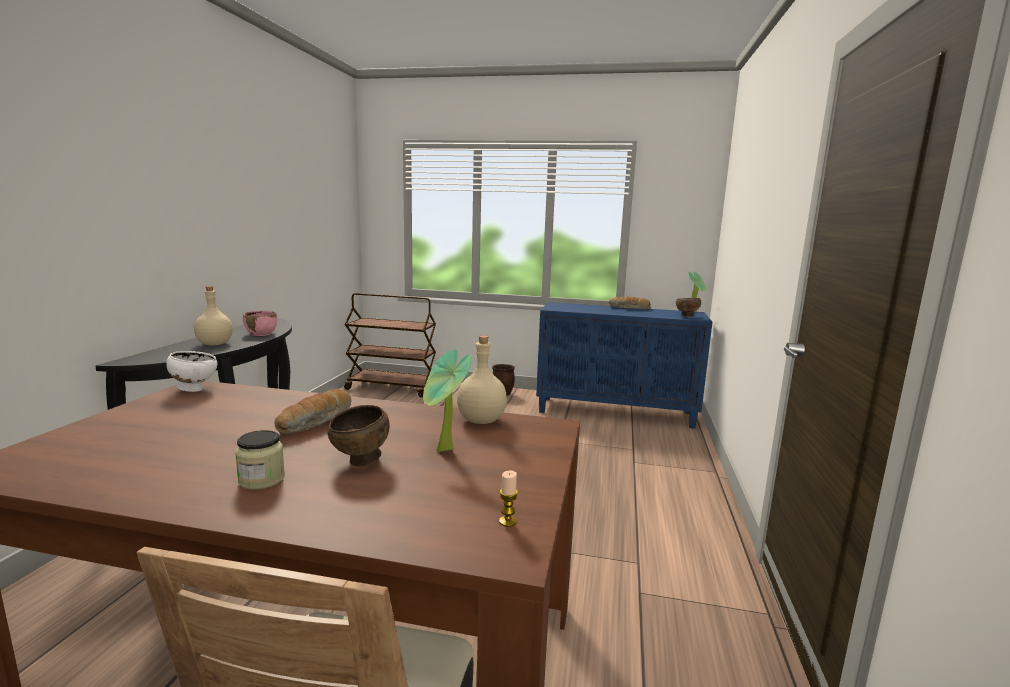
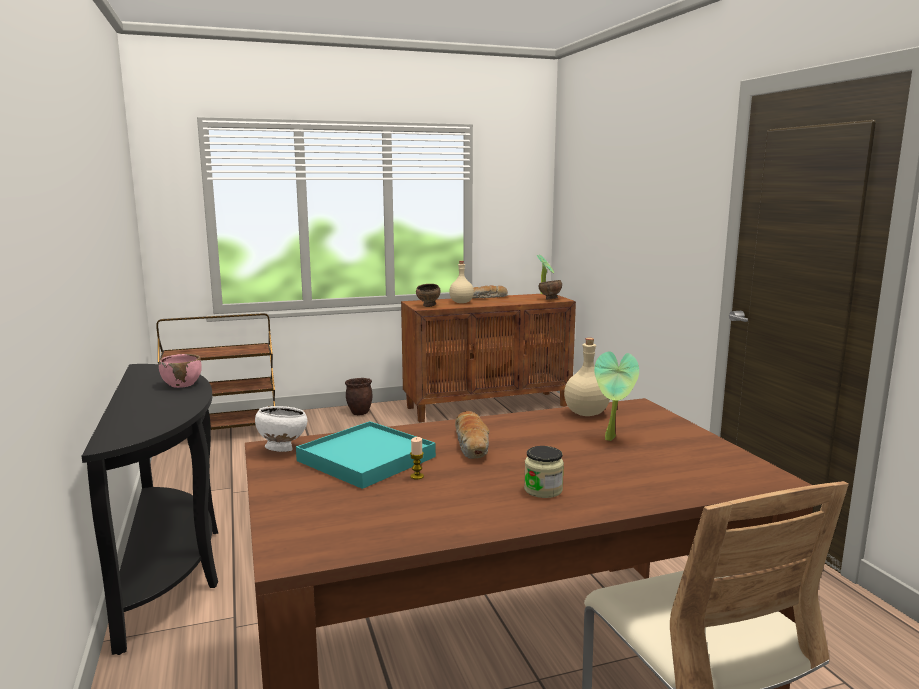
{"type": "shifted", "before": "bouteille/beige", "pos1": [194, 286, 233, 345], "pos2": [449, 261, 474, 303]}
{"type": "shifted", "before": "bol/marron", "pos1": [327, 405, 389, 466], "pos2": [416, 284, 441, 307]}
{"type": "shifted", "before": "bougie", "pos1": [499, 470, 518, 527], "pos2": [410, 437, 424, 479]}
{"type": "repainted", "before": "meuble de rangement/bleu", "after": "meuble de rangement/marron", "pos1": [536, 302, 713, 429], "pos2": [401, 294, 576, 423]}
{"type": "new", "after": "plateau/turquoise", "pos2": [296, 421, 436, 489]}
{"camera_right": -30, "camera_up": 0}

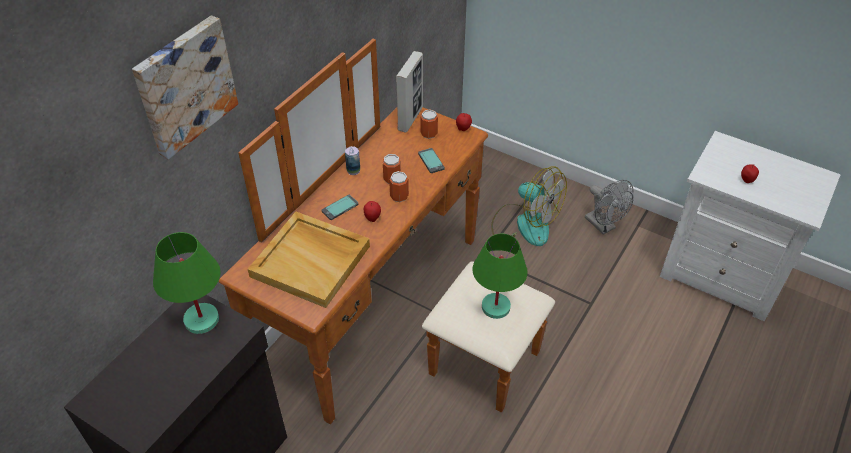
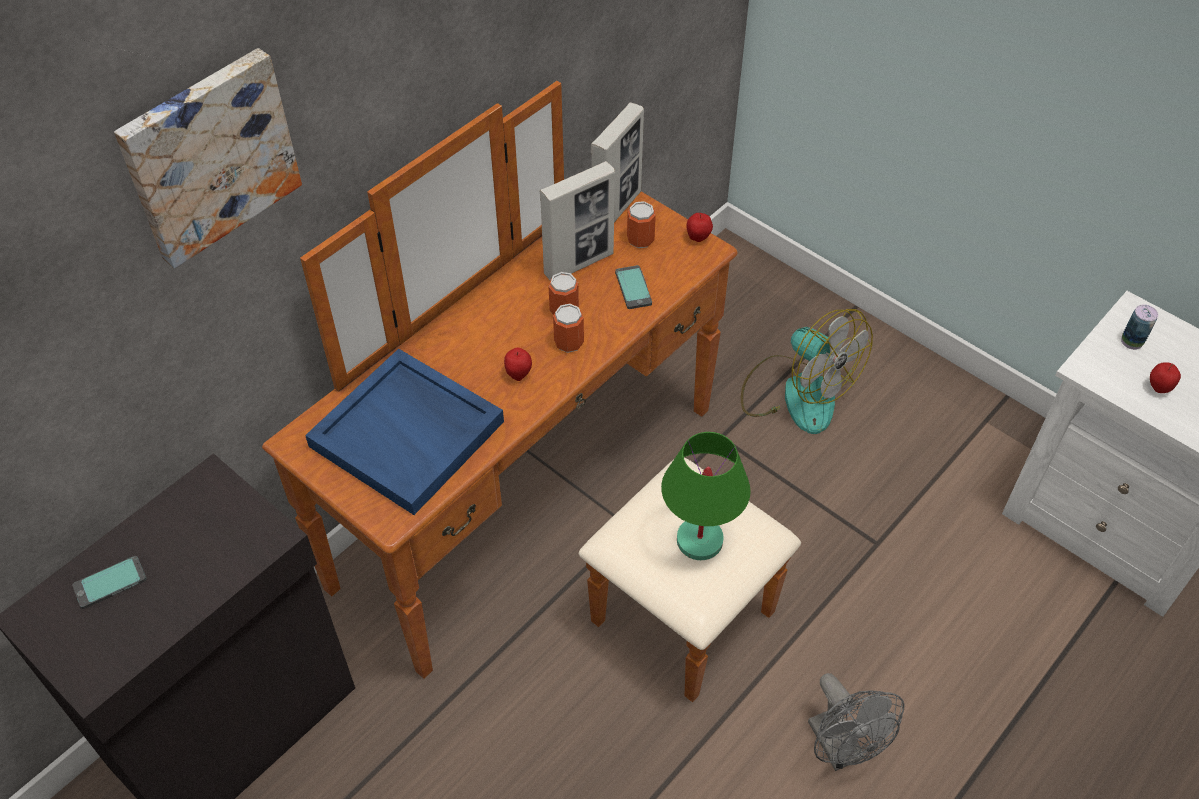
{"type": "gone", "before": "lampe de table/vert", "pos1": [153, 232, 221, 334]}
{"type": "repainted", "before": "plateau/beige", "after": "plateau/bleu", "pos1": [248, 212, 370, 308], "pos2": [305, 349, 504, 515]}
{"type": "shifted", "before": "téléphone", "pos1": [322, 195, 358, 220], "pos2": [72, 556, 147, 609]}
{"type": "shifted", "before": "boîte métallique", "pos1": [345, 146, 360, 175], "pos2": [1121, 304, 1158, 350]}
{"type": "shifted", "before": "ventilateur/gris", "pos1": [585, 180, 633, 235], "pos2": [808, 673, 904, 771]}
{"type": "new", "after": "cadre photo", "pos2": [540, 161, 615, 281]}
{"camera_right": 10, "camera_up": 5}

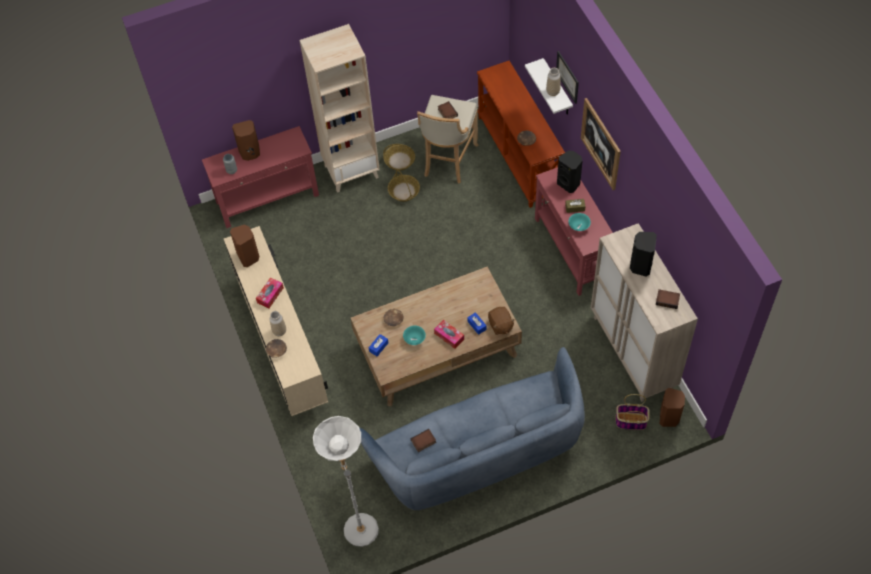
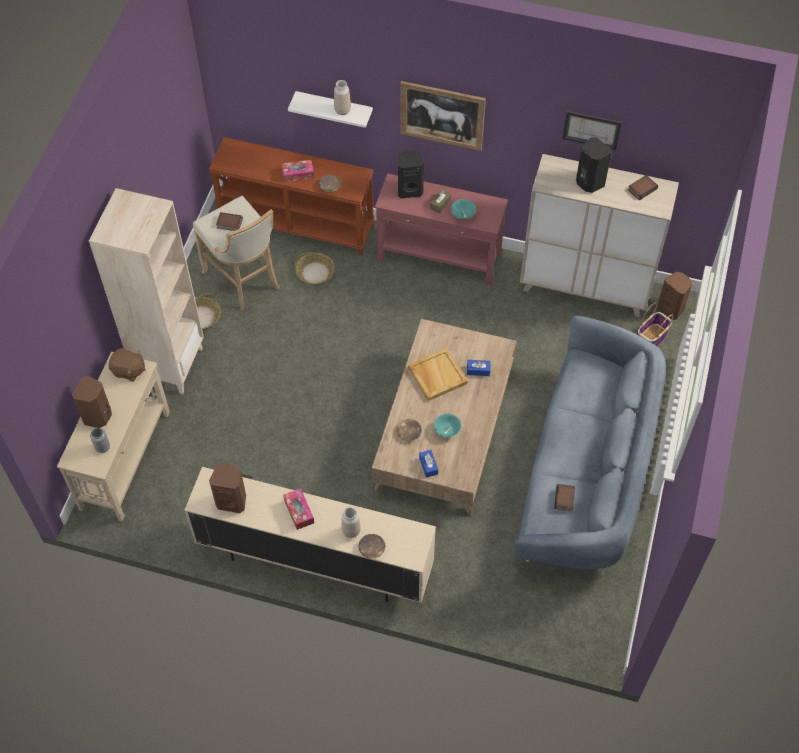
{"type": "repainted", "before": "table console/rouge", "after": "table console/beige", "pos1": [202, 126, 319, 228], "pos2": [57, 352, 170, 522]}
{"type": "gone", "before": "lampadaire/blanc", "pos1": [313, 416, 379, 547]}
{"type": "shifted", "before": "panier", "pos1": [388, 170, 420, 202], "pos2": [295, 252, 335, 285]}
{"type": "shifted", "before": "boîte à mouchoirs", "pos1": [434, 320, 464, 349], "pos2": [281, 160, 314, 183]}
{"type": "shifted", "before": "peluche/marron", "pos1": [488, 307, 515, 335], "pos2": [108, 348, 146, 382]}
{"type": "shifted", "before": "tableau", "pos1": [556, 51, 579, 104], "pos2": [562, 111, 622, 150]}
{"type": "new", "after": "plateau/beige", "pos2": [408, 348, 467, 401]}
{"camera_right": -55, "camera_up": 0}

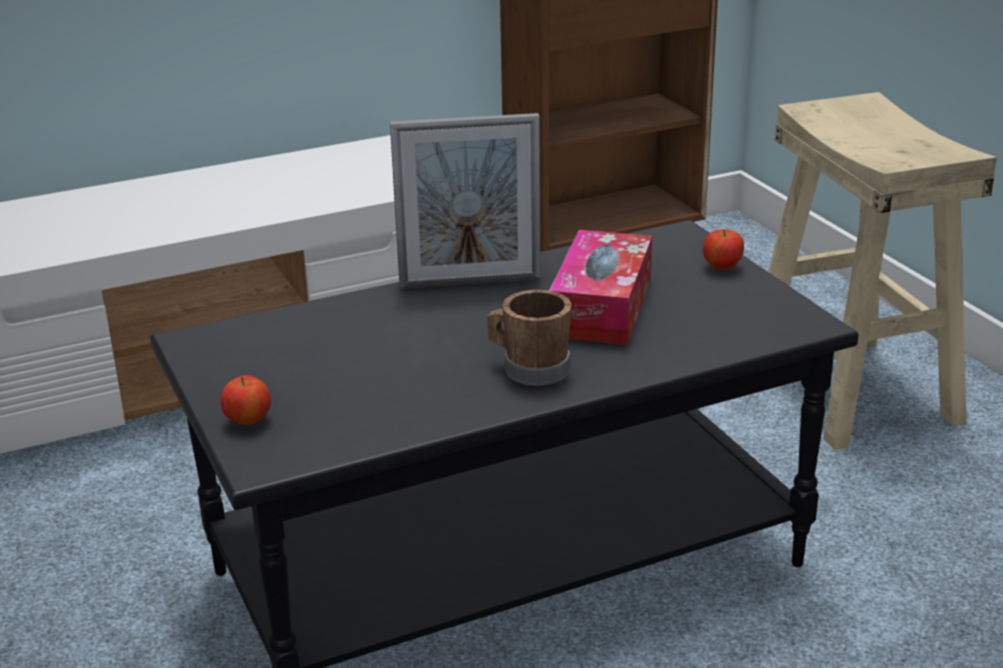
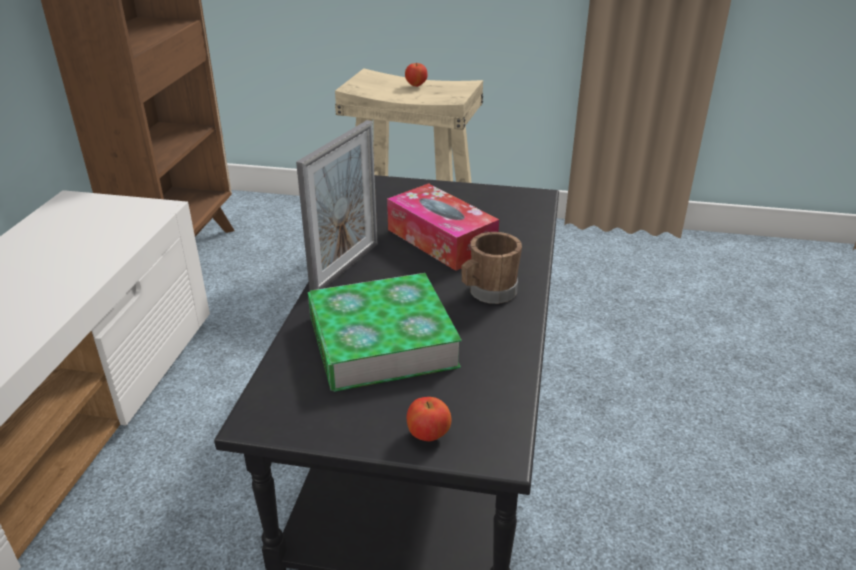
{"type": "shifted", "before": "pomme", "pos1": [703, 229, 744, 270], "pos2": [405, 63, 427, 87]}
{"type": "new", "after": "livre", "pos2": [308, 273, 462, 392]}
{"camera_right": -55, "camera_up": 5}

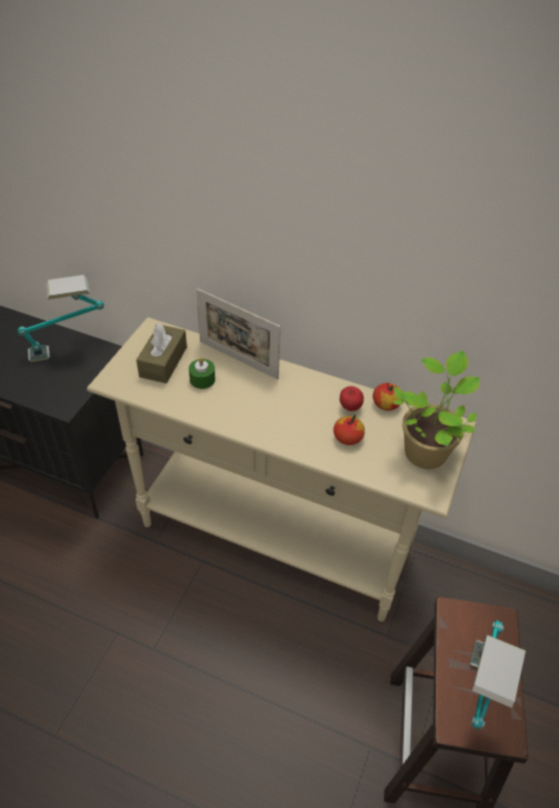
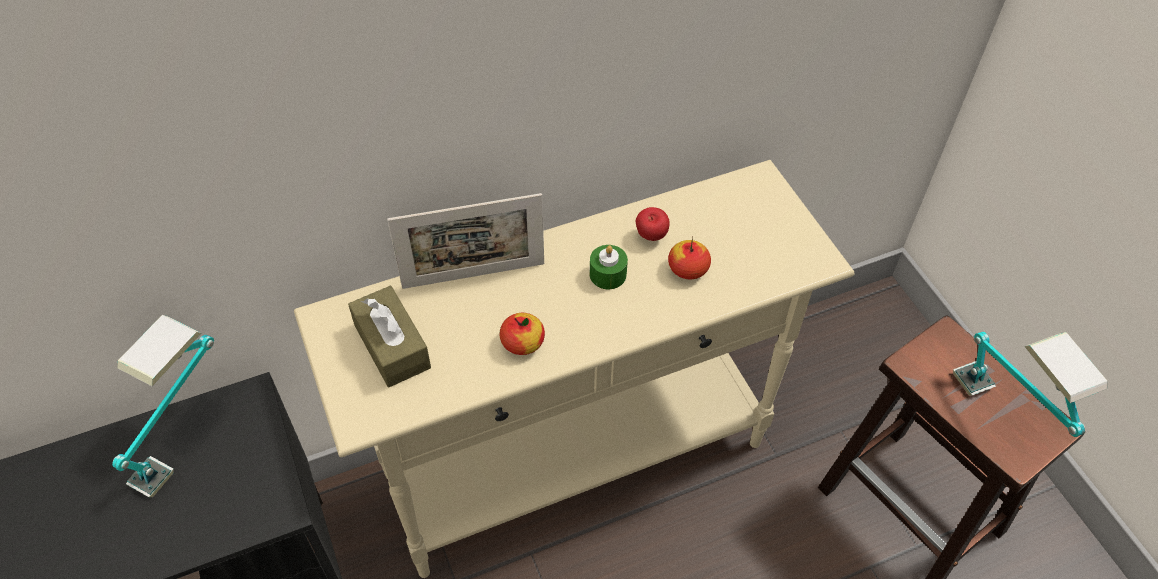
{"type": "shifted", "before": "bougie/vert", "pos1": [189, 357, 215, 389], "pos2": [590, 245, 628, 289]}
{"type": "shifted", "before": "pomme", "pos1": [373, 382, 400, 410], "pos2": [499, 313, 545, 355]}
{"type": "gone", "before": "plante en pot", "pos1": [394, 350, 480, 469]}
{"camera_right": -45, "camera_up": 5}

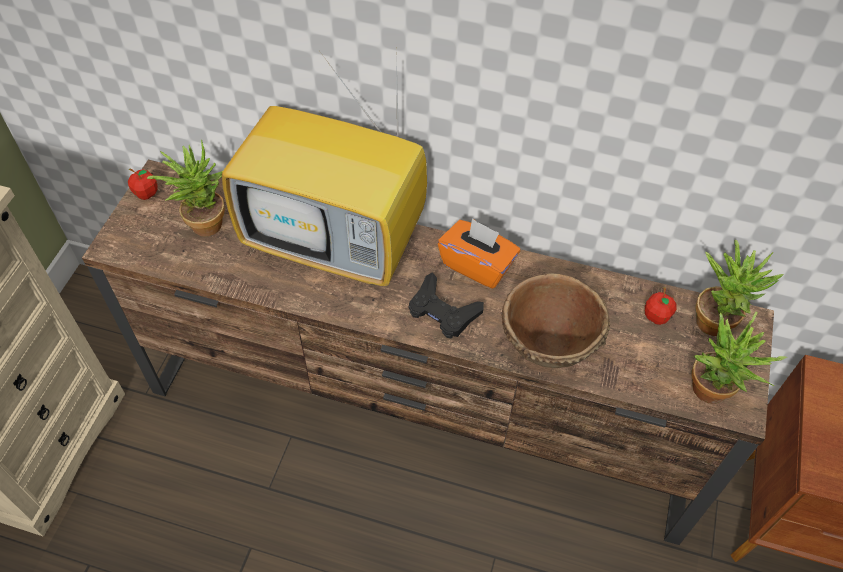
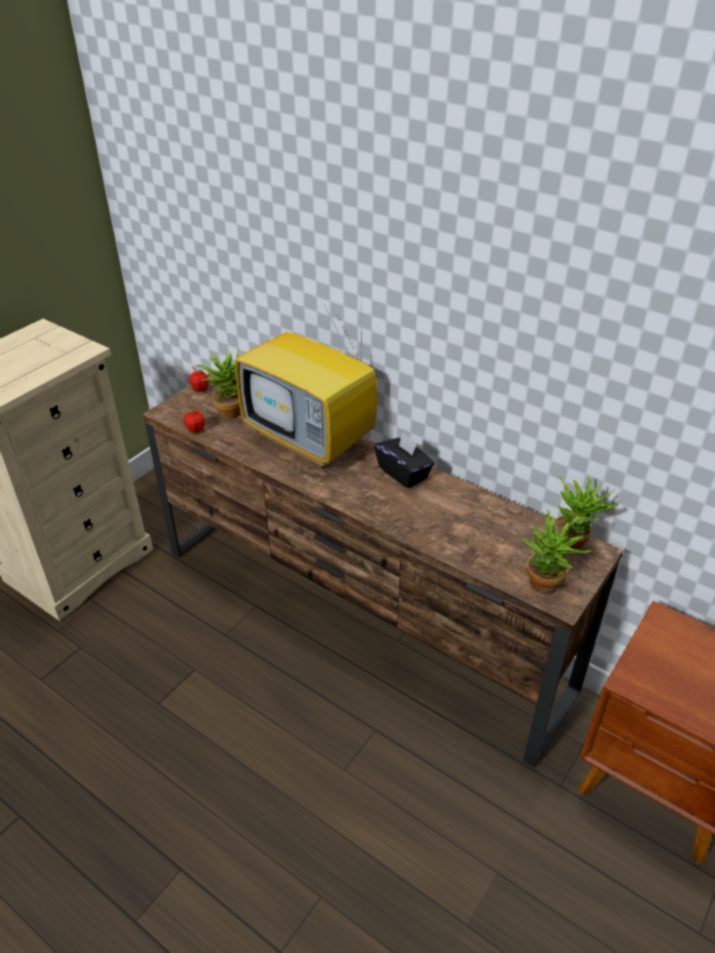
{"type": "gone", "before": "manette/noir", "pos1": [409, 272, 484, 339]}
{"type": "repainted", "before": "boîte à mouchoirs/orange", "after": "boîte à mouchoirs/noir", "pos1": [438, 218, 520, 289], "pos2": [375, 432, 434, 488]}
{"type": "gone", "before": "bol/marron", "pos1": [501, 273, 610, 368]}
{"type": "shifted", "before": "pomme", "pos1": [645, 287, 677, 325], "pos2": [184, 405, 205, 433]}
{"camera_right": 20, "camera_up": -15}

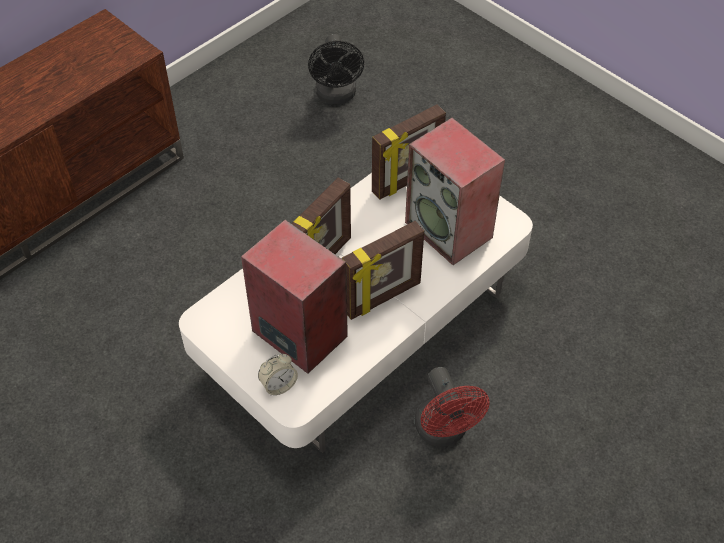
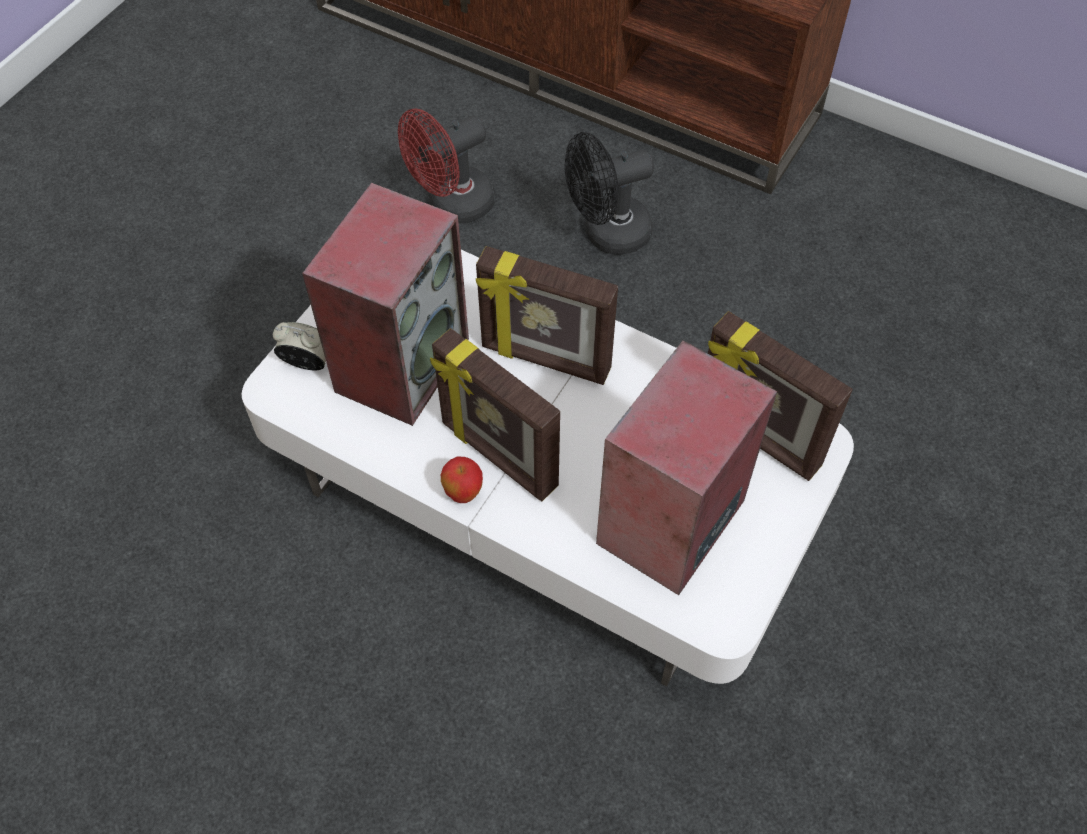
{"type": "rotated", "before": "réveil", "pos1": [258, 353, 298, 396], "pos2": [273, 322, 326, 371], "turn": 150}
{"type": "shifted", "before": "ventilateur/noir", "pos1": [308, 34, 364, 104], "pos2": [565, 132, 654, 255]}
{"type": "shifted", "before": "ventilateur/rouge", "pos1": [415, 367, 489, 447], "pos2": [398, 109, 495, 224]}
{"type": "new", "after": "pomme", "pos2": [441, 457, 483, 503]}
{"camera_right": 75, "camera_up": 5}

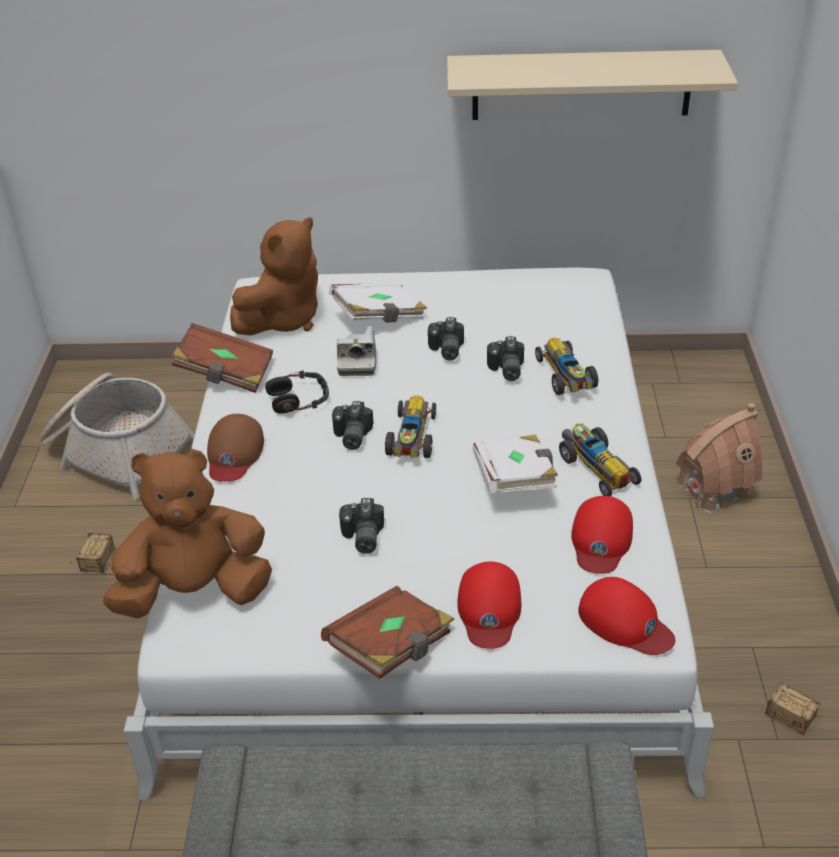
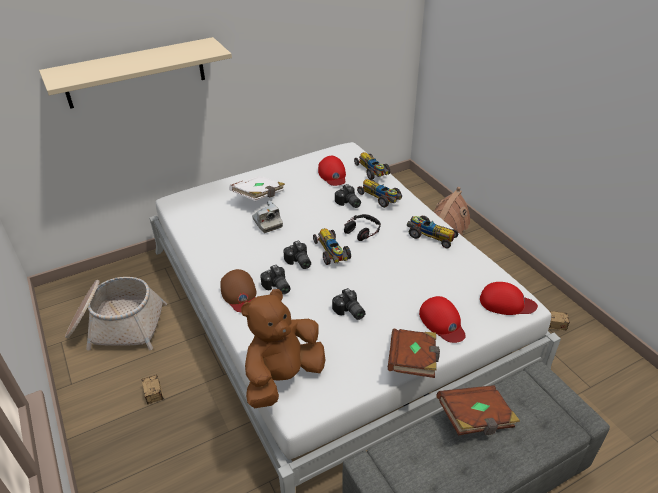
{"type": "shifted", "before": "livre/marron", "pos1": [172, 323, 273, 393], "pos2": [437, 385, 520, 435]}
{"type": "gone", "before": "peluche/marron", "pos1": [230, 217, 318, 335]}
{"type": "shifted", "before": "casque audio", "pos1": [265, 370, 329, 414], "pos2": [344, 214, 381, 241]}
{"type": "shifted", "before": "appareil photo", "pos1": [428, 317, 464, 361], "pos2": [260, 265, 290, 295]}
{"type": "shifted", "before": "étagère/beige", "pos1": [447, 50, 738, 120], "pos2": [39, 37, 232, 109]}
{"type": "gone", "before": "livre/blanc", "pos1": [473, 435, 558, 493]}
{"type": "shifted", "before": "casquette/rouge", "pos1": [571, 496, 633, 574], "pos2": [318, 156, 346, 186]}
{"type": "new", "after": "petite voiture", "pos2": [354, 152, 390, 180]}
{"camera_right": -30, "camera_up": 0}

